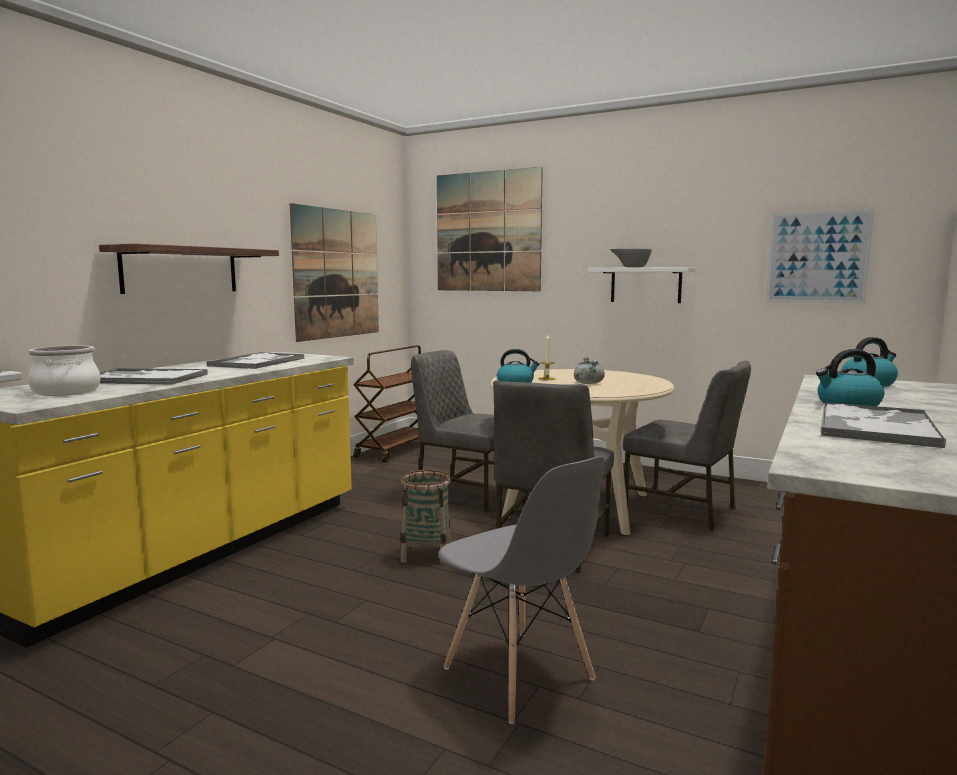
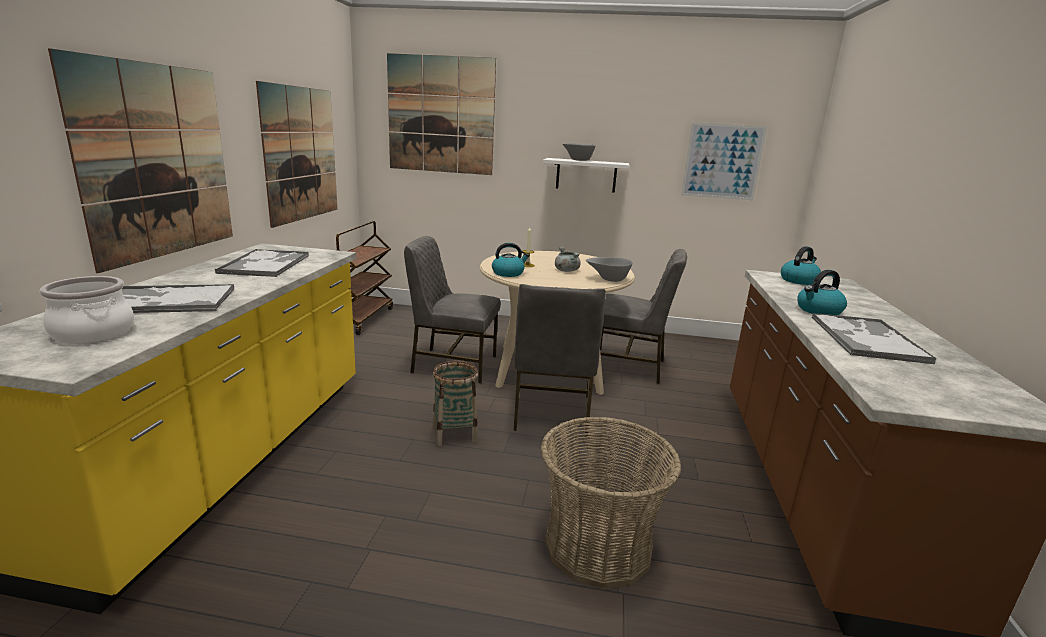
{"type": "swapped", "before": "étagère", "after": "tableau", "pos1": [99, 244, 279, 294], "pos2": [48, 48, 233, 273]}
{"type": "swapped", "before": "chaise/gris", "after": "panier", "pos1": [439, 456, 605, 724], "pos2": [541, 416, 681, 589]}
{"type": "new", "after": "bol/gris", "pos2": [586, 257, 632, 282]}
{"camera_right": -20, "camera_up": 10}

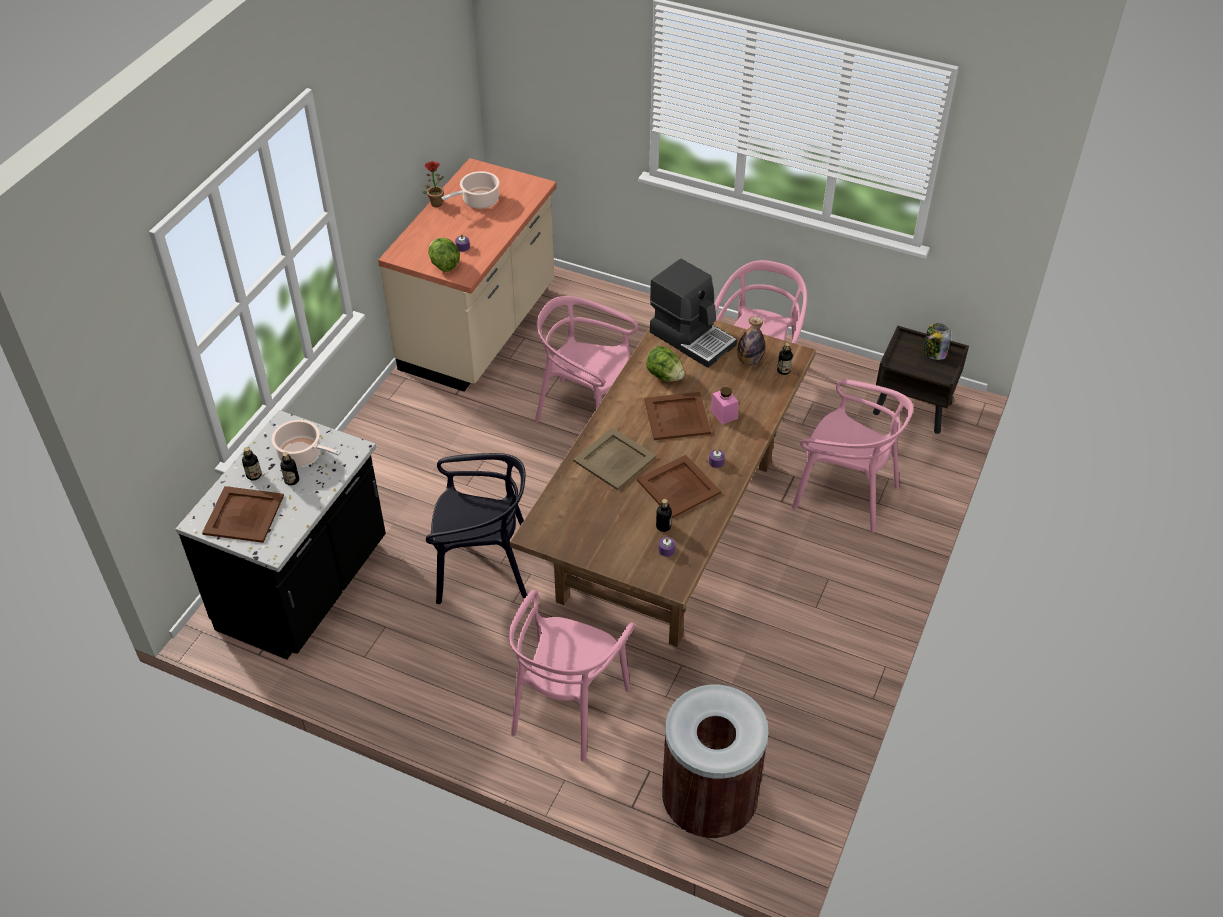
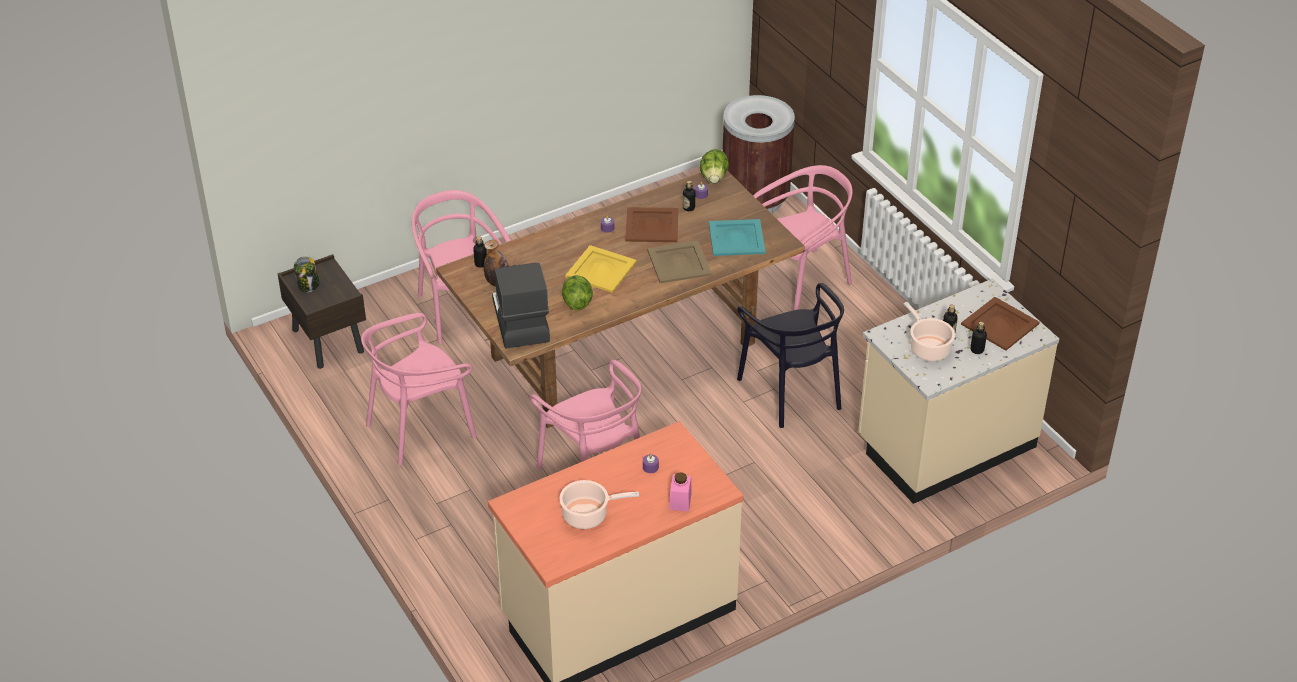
{"type": "repainted", "before": "comptoir de cuisine/noir", "after": "comptoir de cuisine/beige", "pos1": [176, 410, 386, 660], "pos2": [858, 279, 1059, 504]}
{"type": "gone", "before": "plante en pot", "pos1": [422, 161, 444, 207]}
{"type": "rotated", "before": "chaise/noir", "pos1": [426, 453, 527, 604], "pos2": [737, 283, 844, 428], "turn": -150}
{"type": "shifted", "before": "laitue", "pos1": [428, 238, 460, 272], "pos2": [700, 149, 729, 184]}
{"type": "repainted", "before": "plateau/marron", "after": "plateau/jaune", "pos1": [644, 392, 711, 440], "pos2": [565, 245, 637, 293]}
{"type": "shifted", "before": "bocal/rose", "pos1": [710, 387, 739, 425], "pos2": [669, 472, 692, 511]}
{"type": "new", "after": "plateau/turquoise", "pos2": [709, 219, 766, 256]}
{"camera_right": -145, "camera_up": -5}

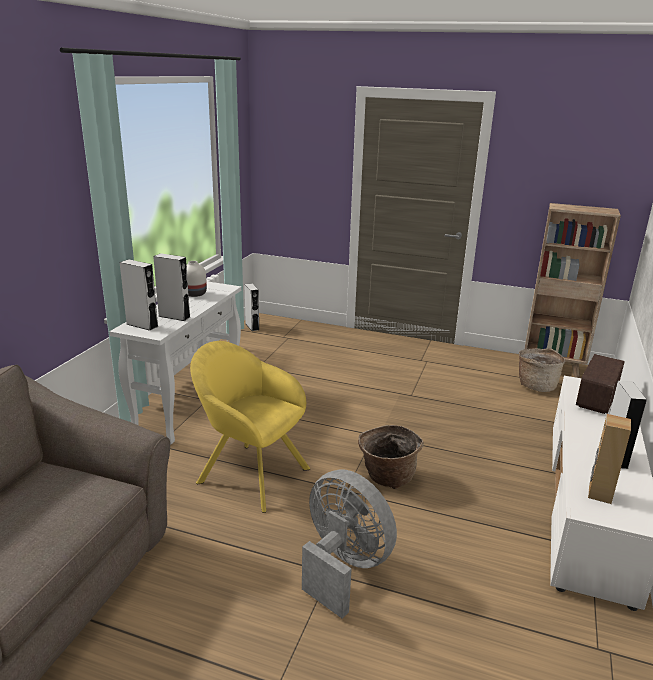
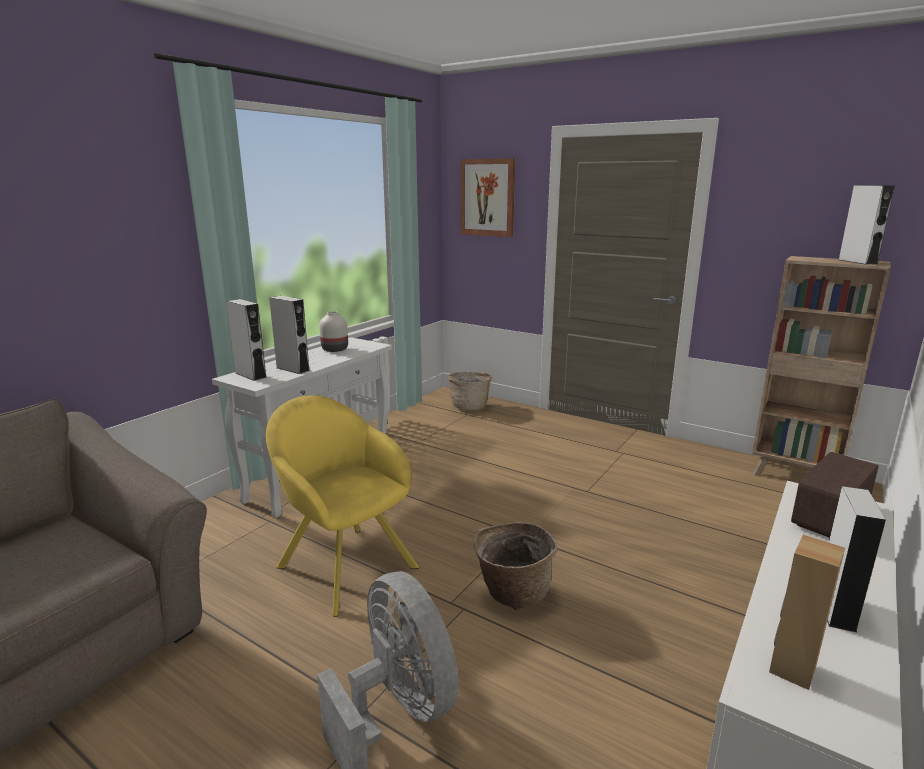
{"type": "shifted", "before": "enceinte/gris", "pos1": [244, 283, 259, 331], "pos2": [839, 185, 895, 265]}
{"type": "shifted", "before": "panier", "pos1": [519, 348, 565, 392], "pos2": [448, 372, 492, 410]}
{"type": "new", "after": "tableau", "pos2": [461, 158, 515, 237]}
{"camera_right": 15, "camera_up": -5}

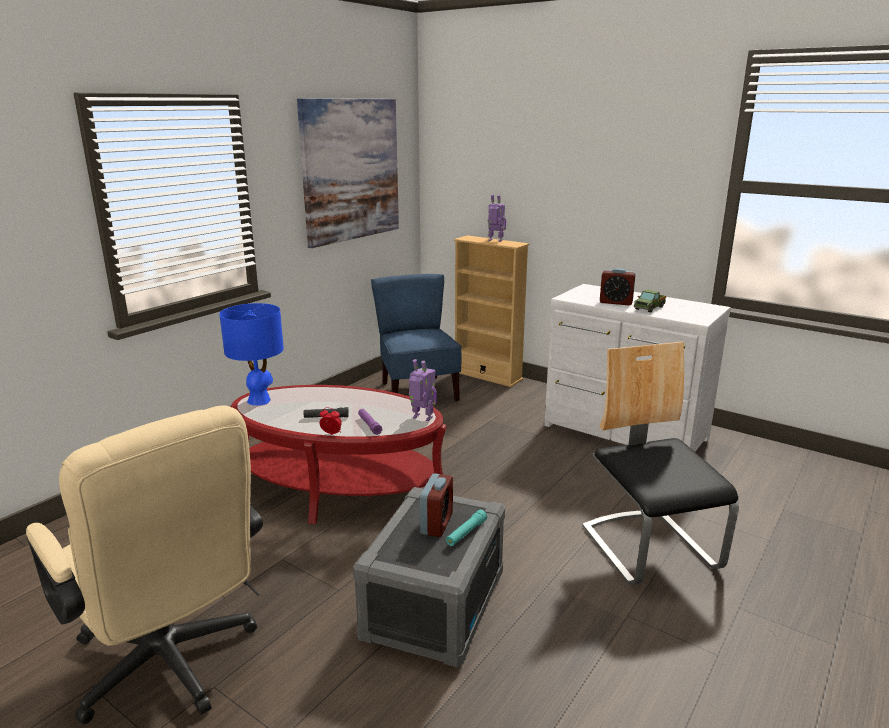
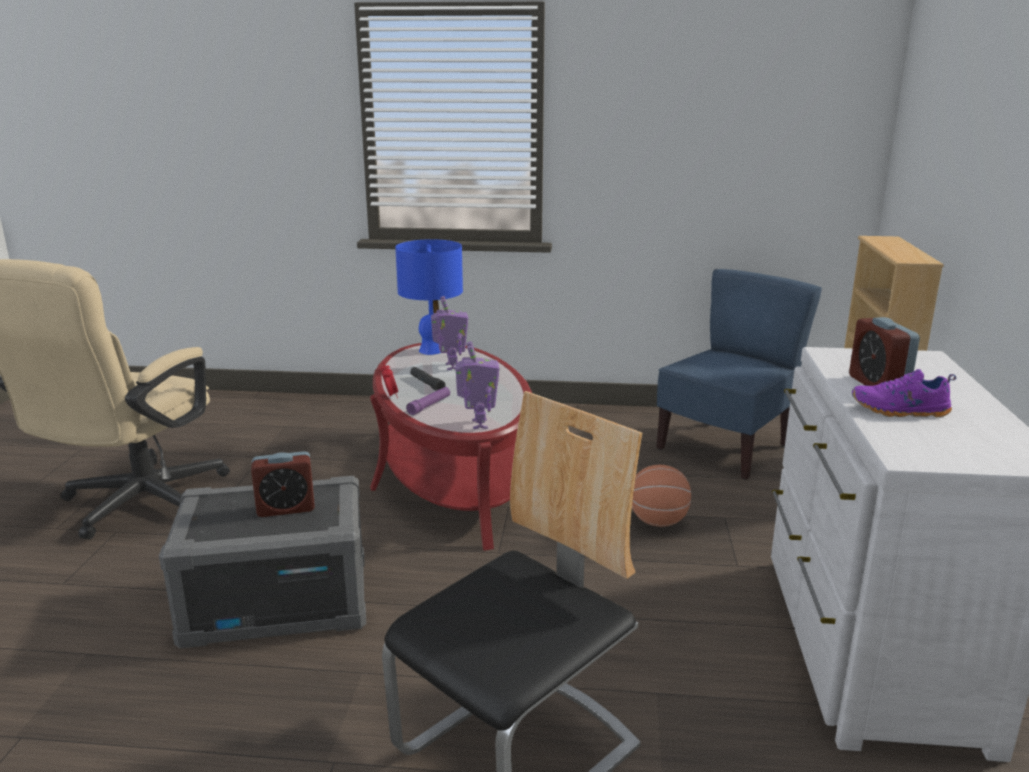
{"type": "gone", "before": "tableau", "pos1": [297, 98, 399, 248]}
{"type": "gone", "before": "lampe de poche/turquoise", "pos1": [446, 510, 487, 546]}
{"type": "shifted", "before": "robot jouet", "pos1": [488, 195, 506, 242], "pos2": [431, 296, 468, 370]}
{"type": "swapped", "before": "camion jouet", "after": "chaussure/violet", "pos1": [634, 290, 666, 312], "pos2": [852, 369, 956, 417]}
{"type": "new", "after": "ballon de basket", "pos2": [632, 465, 691, 527]}
{"camera_right": 60, "camera_up": 0}

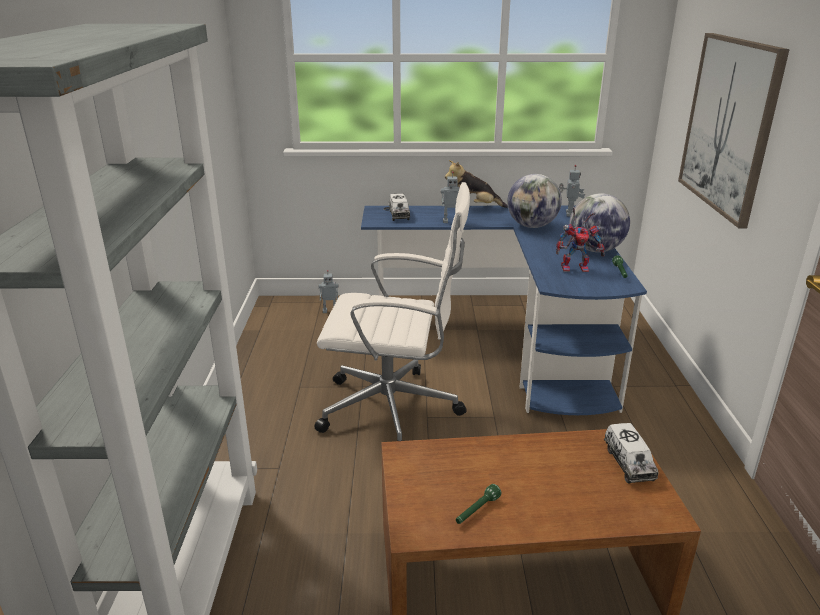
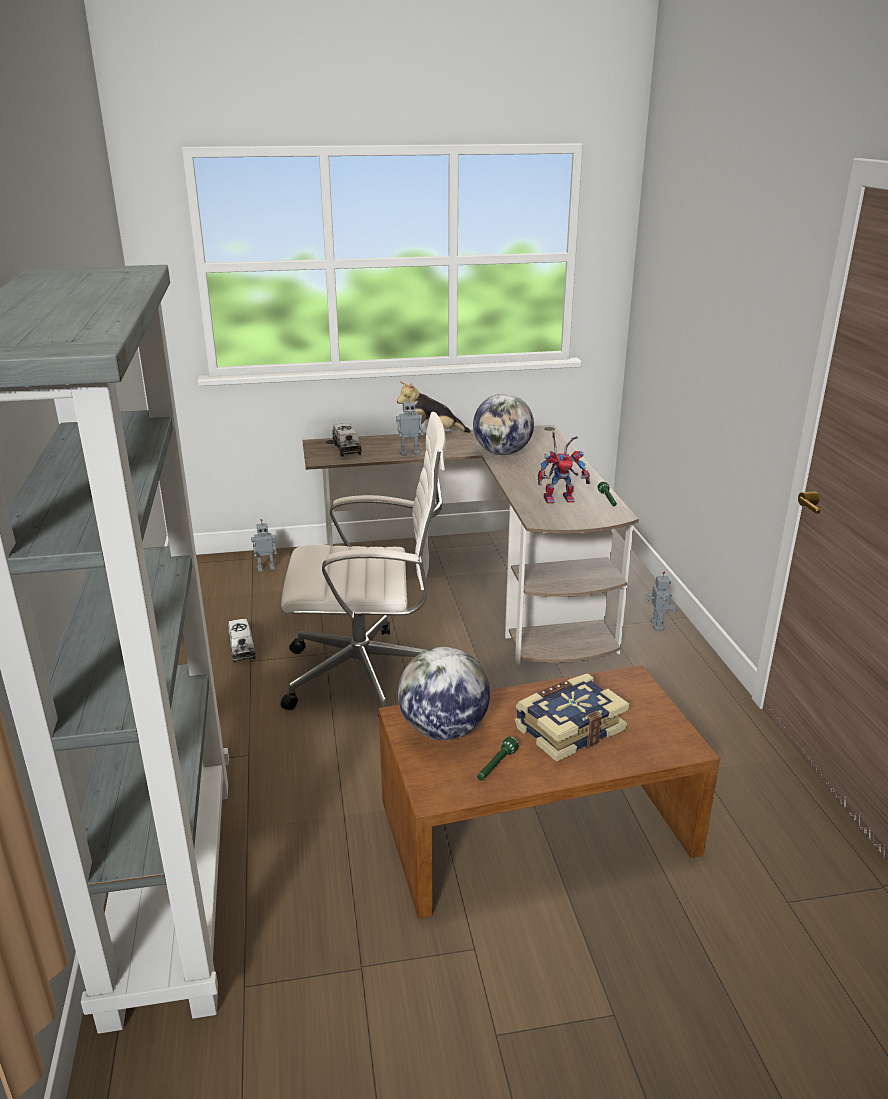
{"type": "repainted", "before": "bureau/bleu", "after": "bureau/marron", "pos1": [361, 205, 647, 415], "pos2": [302, 425, 639, 665]}
{"type": "shifted", "before": "robot jouet", "pos1": [559, 165, 585, 217], "pos2": [644, 572, 677, 631]}
{"type": "shifted", "before": "globe", "pos1": [569, 193, 630, 252], "pos2": [398, 647, 490, 740]}
{"type": "shifted", "before": "camion jouet", "pos1": [604, 423, 658, 483], "pos2": [228, 619, 256, 662]}
{"type": "gone", "before": "tableau", "pos1": [678, 33, 790, 229]}
{"type": "new", "after": "livre", "pos2": [515, 673, 629, 762]}
{"camera_right": -10, "camera_up": 0}

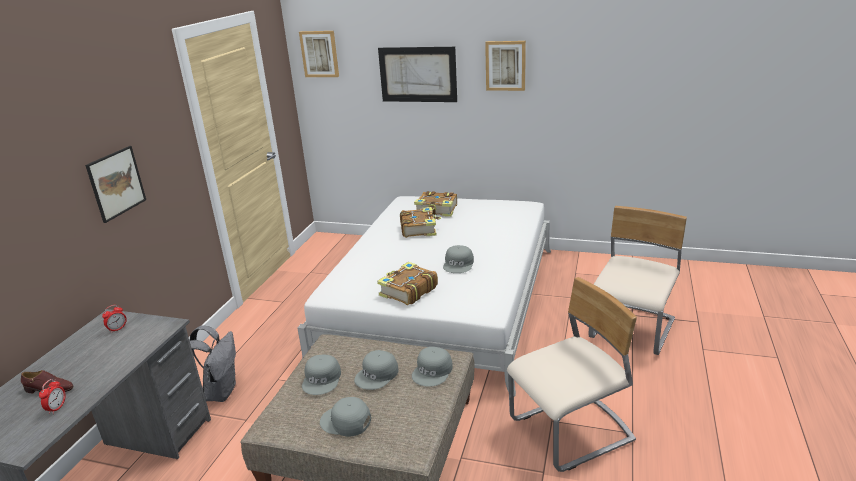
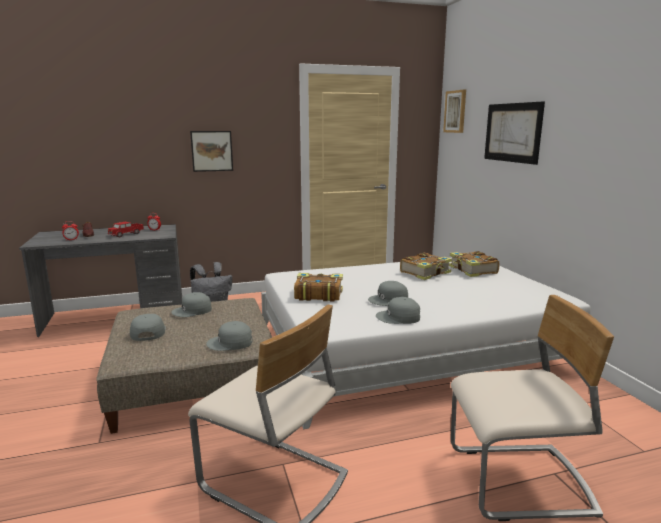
{"type": "shifted", "before": "casquette/gris", "pos1": [354, 350, 399, 390], "pos2": [376, 297, 420, 324]}
{"type": "gone", "before": "tableau", "pos1": [485, 41, 526, 91]}
{"type": "new", "after": "camion jouet", "pos2": [108, 222, 144, 237]}
{"camera_right": 55, "camera_up": -10}

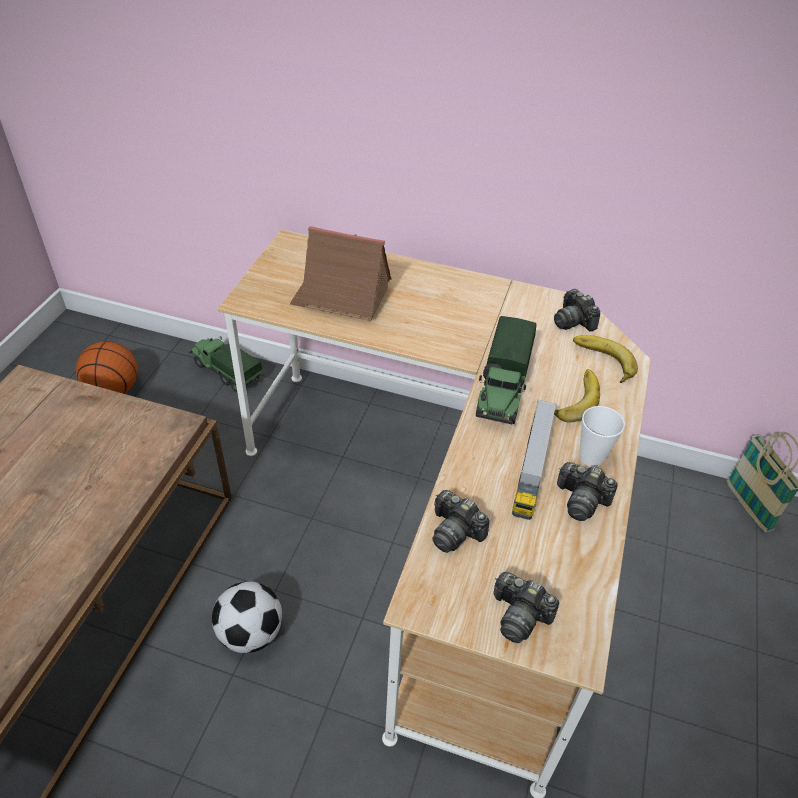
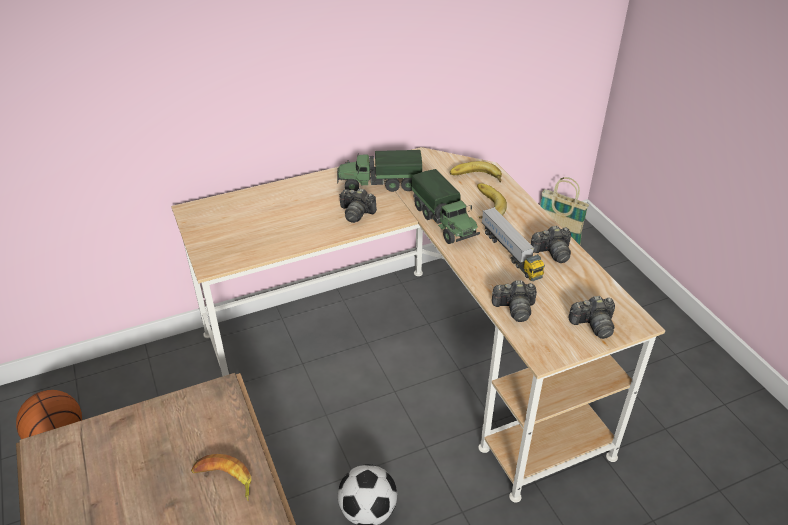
{"type": "shifted", "before": "camion jouet", "pos1": [189, 336, 262, 393], "pos2": [337, 150, 422, 192]}
{"type": "gone", "before": "maison miniature", "pos1": [290, 226, 391, 322]}
{"type": "shifted", "before": "appareil photo", "pos1": [554, 289, 600, 331], "pos2": [339, 188, 377, 223]}
{"type": "gone", "before": "tasse", "pos1": [579, 406, 625, 467]}
{"type": "new", "after": "banane", "pos2": [191, 454, 251, 501]}
{"camera_right": -40, "camera_up": -5}

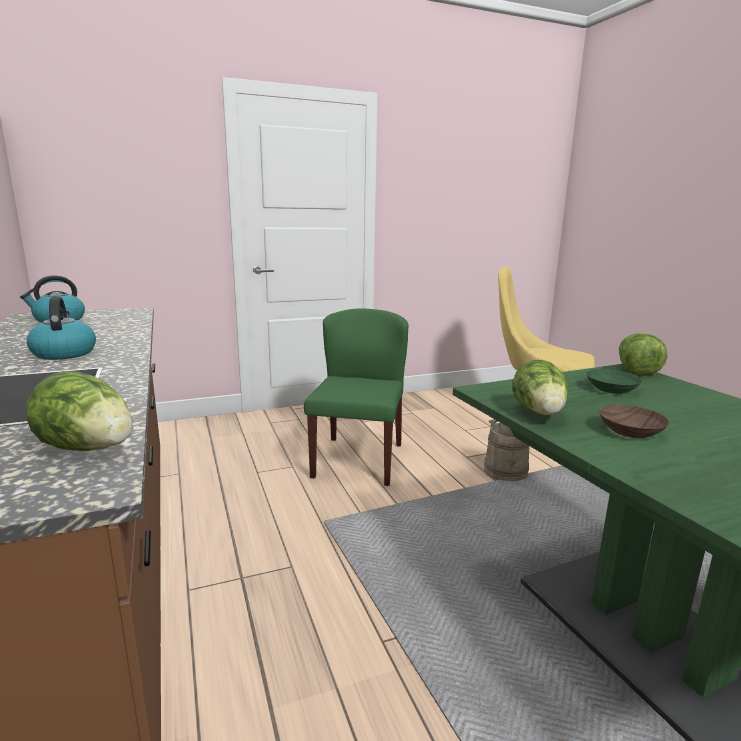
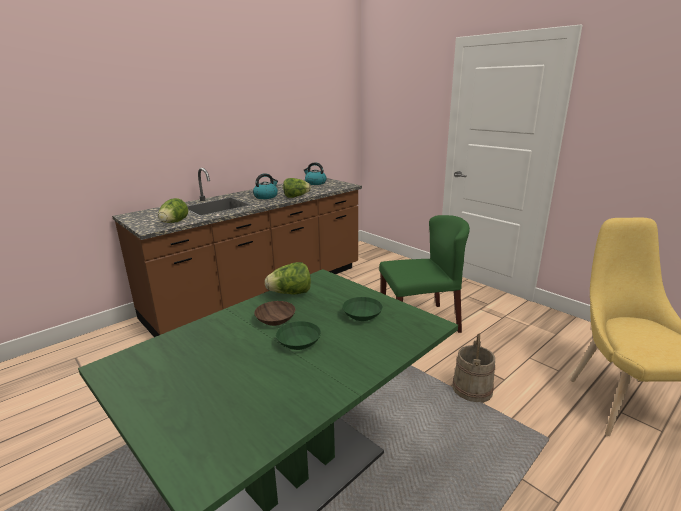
{"type": "shifted", "before": "laitue", "pos1": [619, 333, 668, 376], "pos2": [283, 178, 311, 198]}
{"type": "new", "after": "bol/vert", "pos2": [276, 321, 321, 350]}
{"camera_right": 70, "camera_up": 5}

